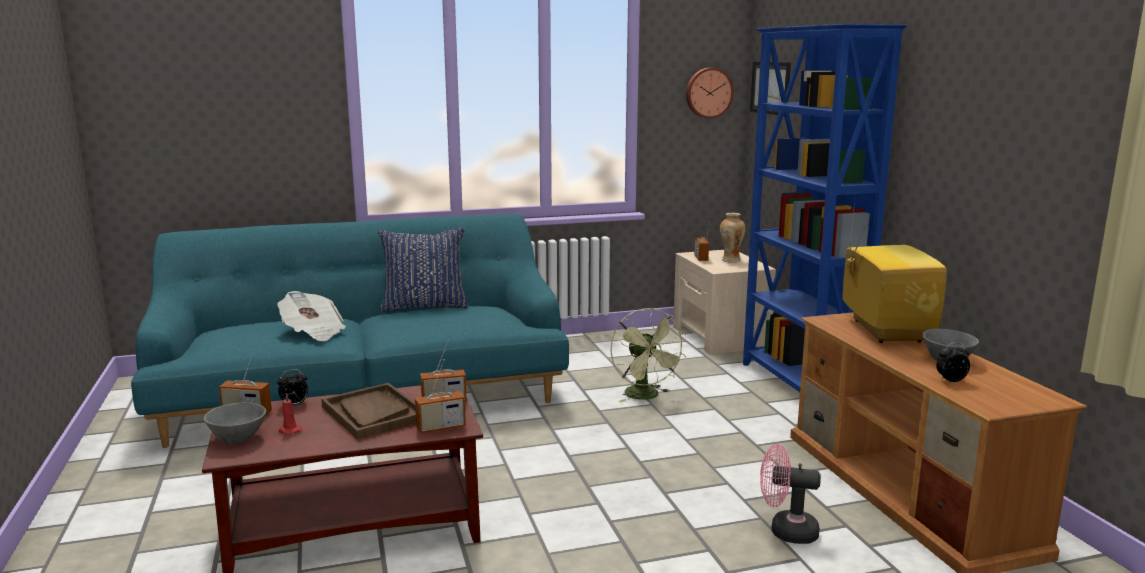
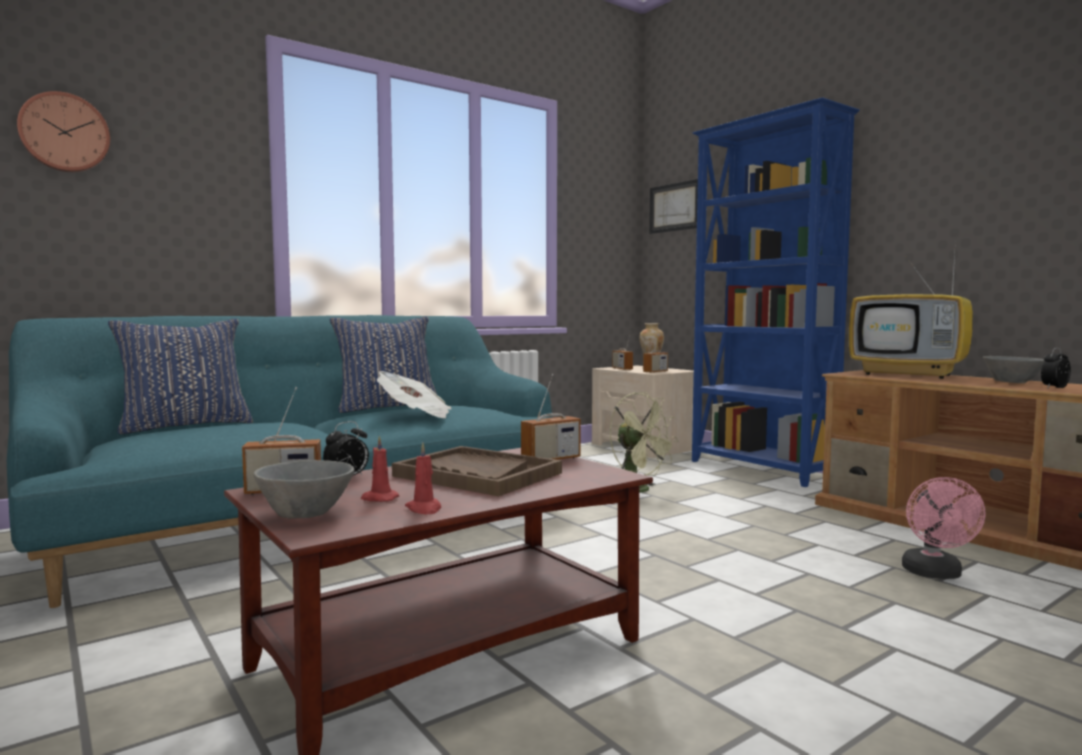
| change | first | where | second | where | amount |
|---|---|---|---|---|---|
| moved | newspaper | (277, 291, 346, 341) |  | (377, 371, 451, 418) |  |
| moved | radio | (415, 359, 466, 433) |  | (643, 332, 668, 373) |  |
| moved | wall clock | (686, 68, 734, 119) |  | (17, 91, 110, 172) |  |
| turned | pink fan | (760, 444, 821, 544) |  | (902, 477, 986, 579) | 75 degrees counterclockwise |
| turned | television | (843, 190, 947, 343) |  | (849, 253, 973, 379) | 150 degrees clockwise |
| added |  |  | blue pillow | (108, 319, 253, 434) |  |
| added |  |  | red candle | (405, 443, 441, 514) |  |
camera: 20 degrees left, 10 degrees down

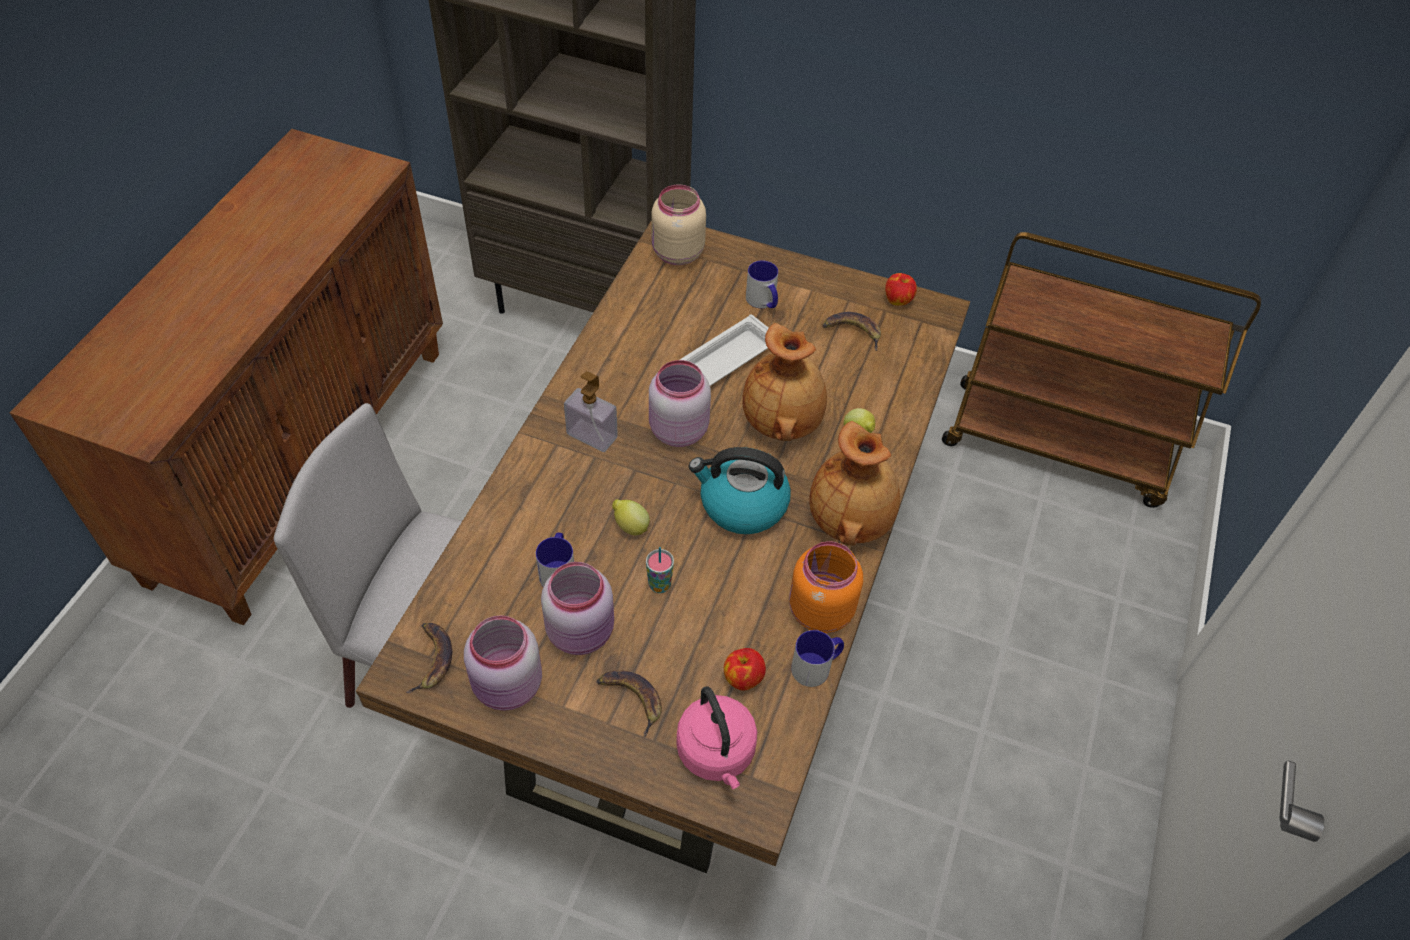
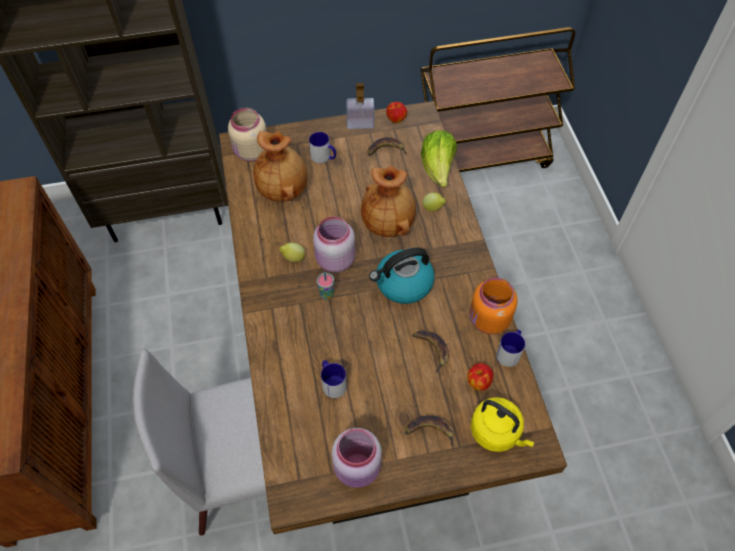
| change | first | where | second | where | amount |
|---|---|---|---|---|---|
| moved | banana | (406, 623, 452, 693) |  | (412, 330, 449, 373) |  |
| removed | pink jar | (541, 562, 614, 655) |  |  |  |
| moved | soap dispenser | (564, 371, 618, 452) |  | (346, 83, 374, 129) |  |
| moved | lemon | (612, 499, 650, 535) |  | (279, 243, 305, 262) |  |
| moved | cup | (646, 547, 674, 593) |  | (317, 272, 334, 300) |  |
| recoloured | pink kettle | (676, 686, 757, 789) | yellow kettle | (471, 397, 534, 452) |  |
| removed | white tray | (680, 315, 768, 386) |  |  |  |
| moved | brown vase | (809, 421, 900, 546) |  | (254, 131, 307, 202) |  |
| added |  |  | lettuce | (421, 130, 457, 187) |  |
camera: 30 degrees left, 5 degrees up

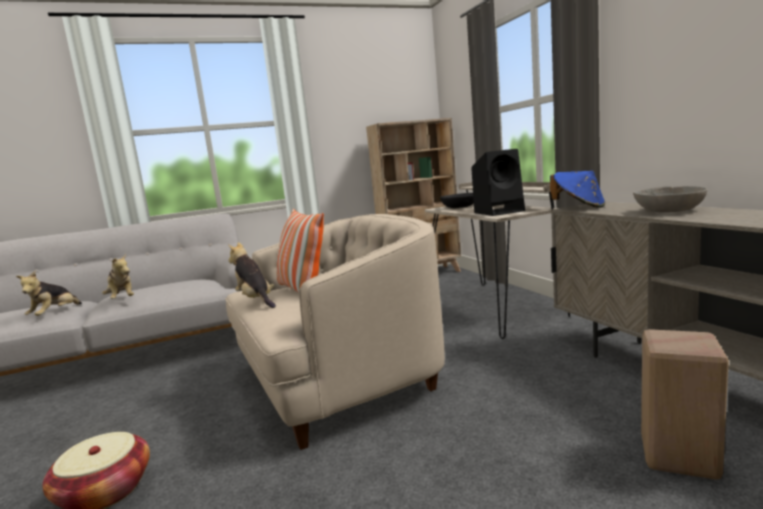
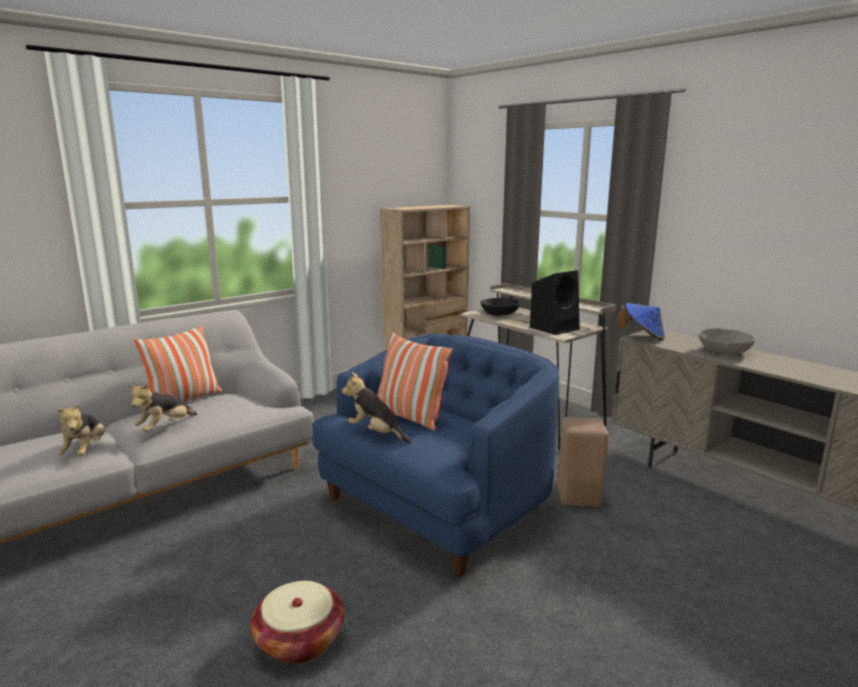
| change | first | where | second | where | amount |
|---|---|---|---|---|---|
| turned | plush toy | (102, 254, 134, 299) |  | (128, 383, 197, 432) | 90 degrees clockwise |
| recoloured | beige armchair | (225, 214, 445, 450) | blue armchair | (312, 334, 559, 577) |  |
| moved | beige stool | (641, 329, 729, 480) |  | (558, 417, 609, 507) |  |
| added |  |  | pillow | (134, 326, 222, 402) |  |
camera: 20 degrees left, 5 degrees up

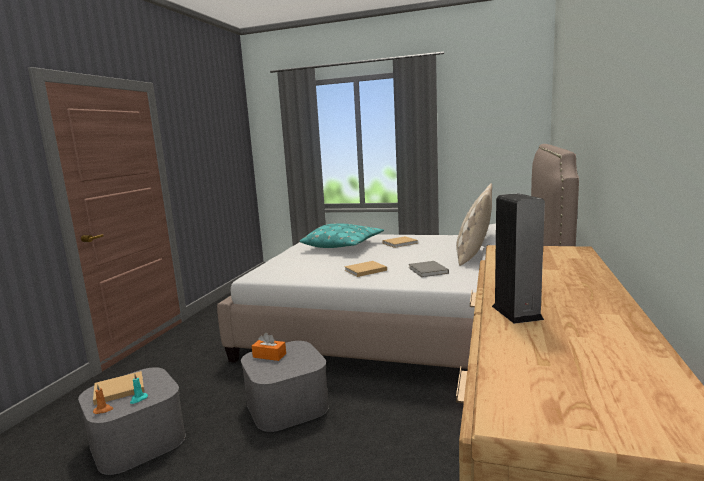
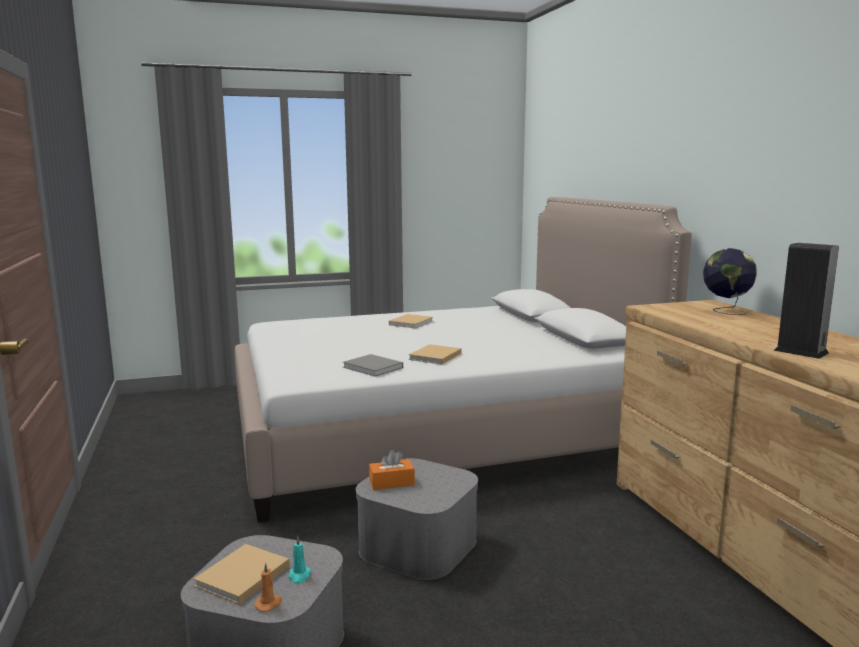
| change | first | where | second | where | amount |
|---|---|---|---|---|---|
| removed | turquoise pillow | (300, 224, 384, 248) |  |  |  |
| moved | grey book | (409, 261, 449, 277) |  | (343, 354, 403, 377) |  |
| removed | beige pillow | (456, 183, 492, 266) |  |  |  |
| added |  |  | globe | (703, 248, 757, 315) |  |
camera: 35 degrees left, 0 degrees up

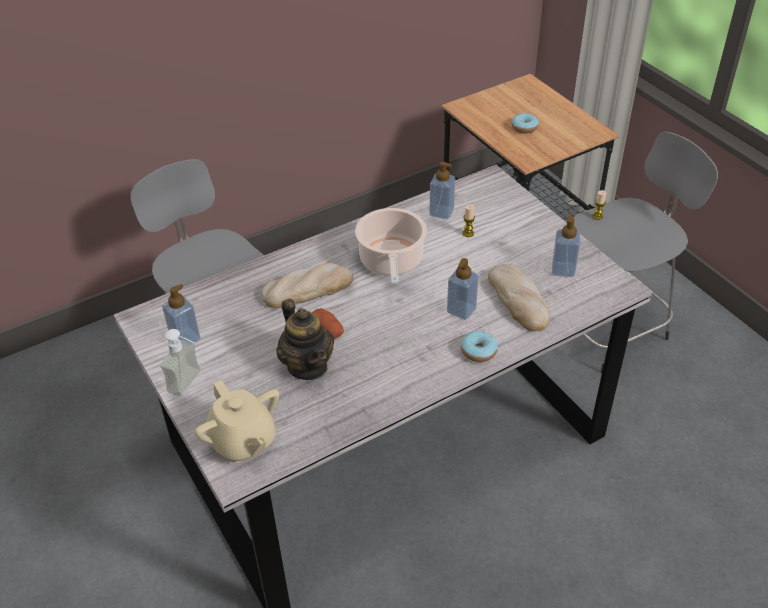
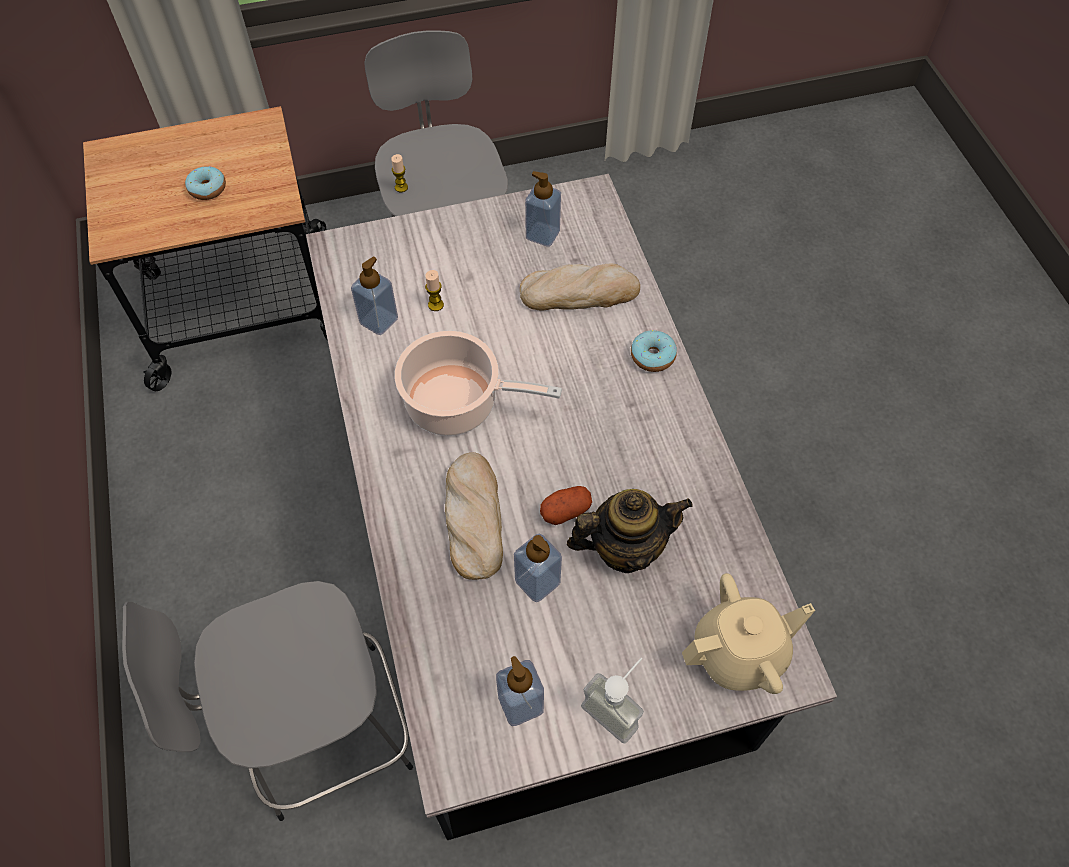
| change | first | where | second | where | amount |
|---|---|---|---|---|---|
| moved | soap dispenser | (447, 258, 479, 320) |  | (514, 534, 562, 602) |  |
camera: 75 degrees left, 15 degrees up

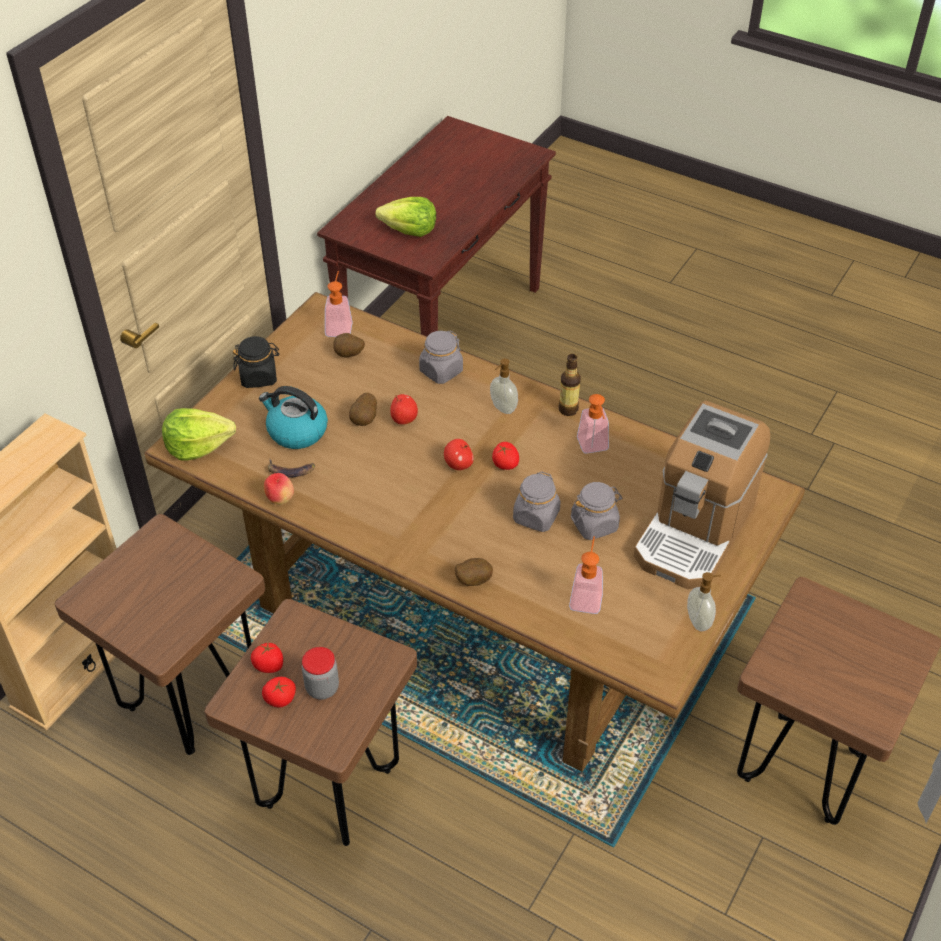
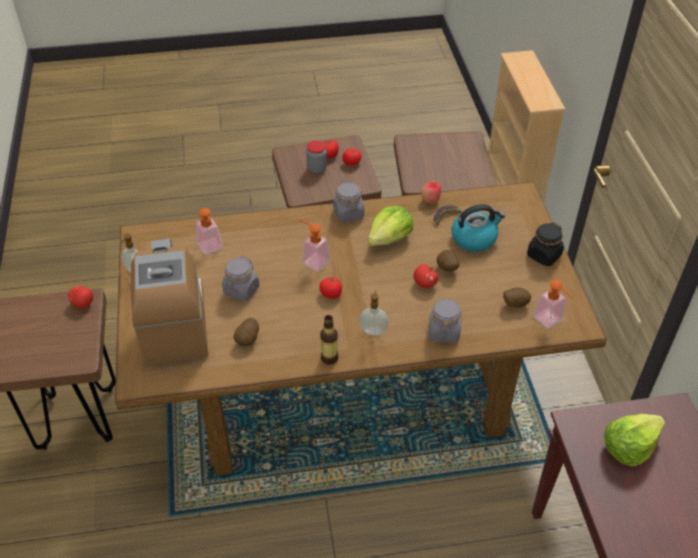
| change | first | where | second | where | amount |
|---|---|---|---|---|---|
| moved | lettuce | (162, 408, 236, 461) |  | (368, 206, 413, 246) |  |
| moved | apple | (444, 439, 474, 470) |  | (68, 286, 93, 308) |  |
| moved | potato | (455, 558, 493, 586) |  | (234, 318, 259, 346) |  |
| moved | grey jar | (513, 471, 561, 532) |  | (333, 182, 364, 222) |  |
| moved | soap dispenser | (577, 394, 609, 453) |  | (299, 220, 330, 271) |  |
camera: 140 degrees right, 0 degrees up

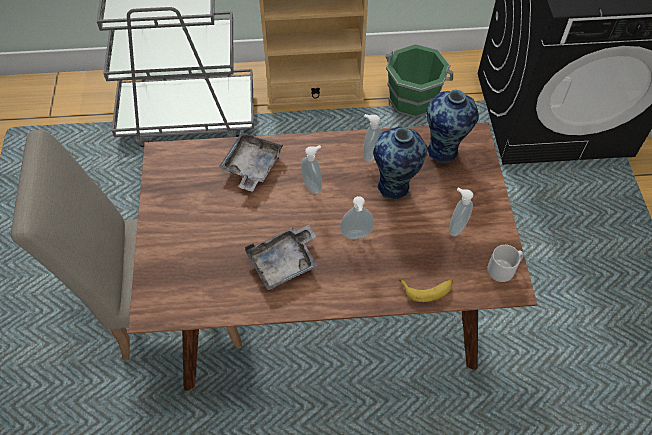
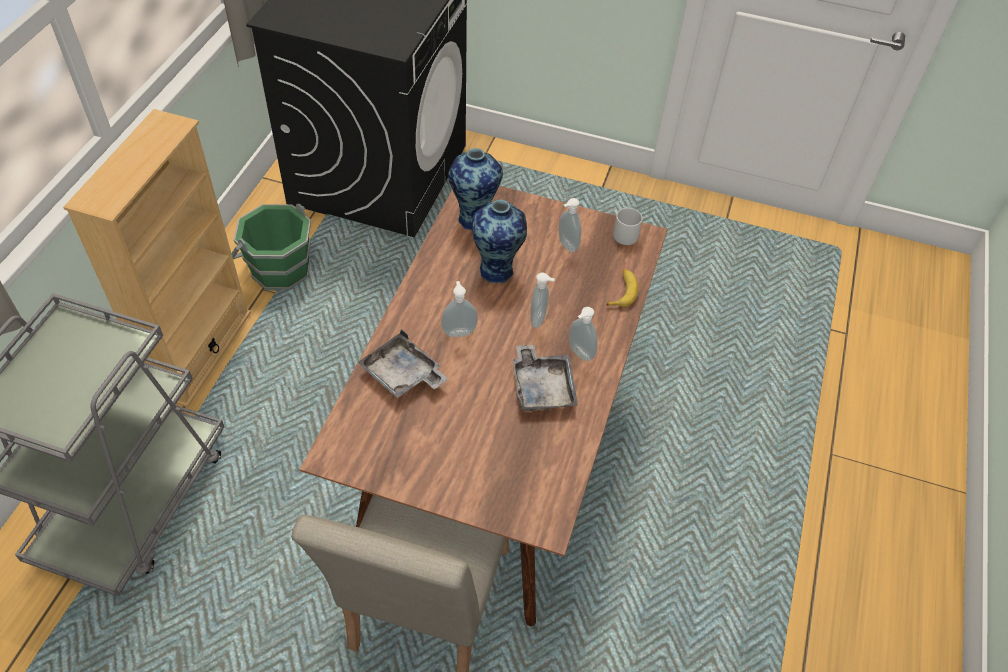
| change | first | where | second | where | amount |
|---|---|---|---|---|---|
| moved | soap dispenser | (363, 114, 382, 163) |  | (569, 307, 598, 361) |  |
camera: 70 degrees left, 5 degrees down

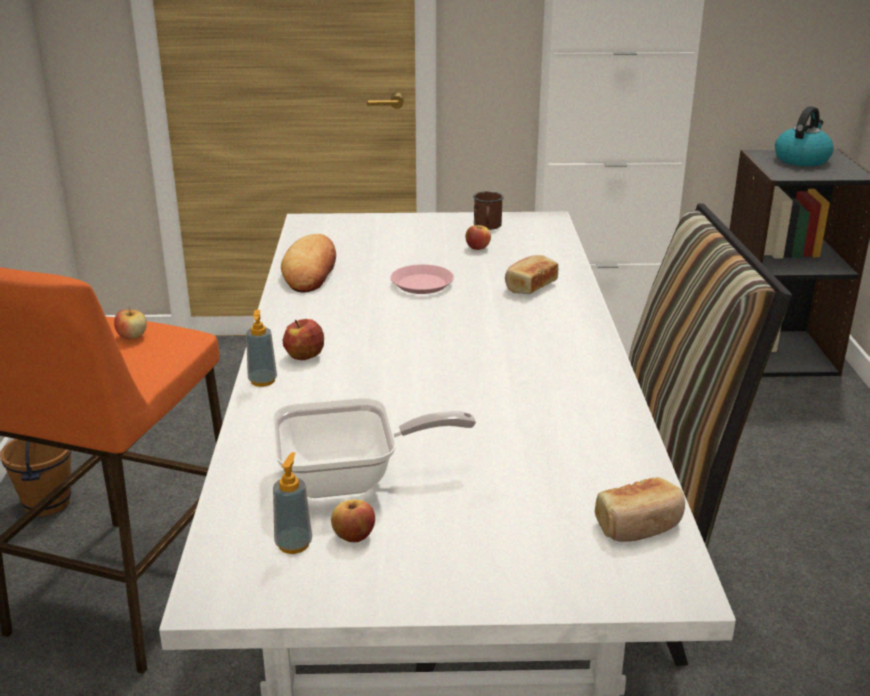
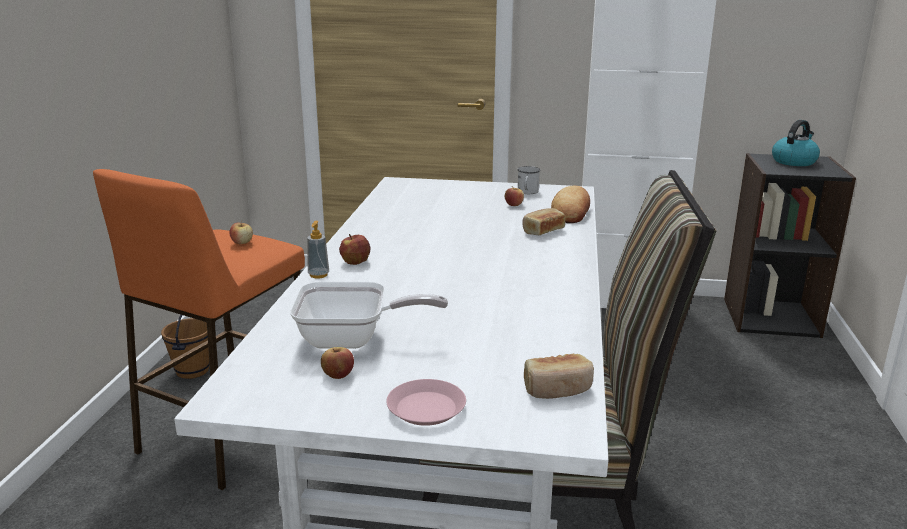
| change | first | where | second | where | amount |
|---|---|---|---|---|---|
| removed | soap dispenser | (273, 452, 312, 554) |  |  |  |
| moved | bread | (281, 234, 336, 292) |  | (551, 186, 590, 223) |  |
| moved | pink plate | (391, 264, 454, 294) |  | (386, 379, 466, 426) |  |
| recoloured | brown mug | (473, 191, 504, 230) | white mug | (517, 166, 541, 194) |  |
camera: 10 degrees right, 5 degrees down

